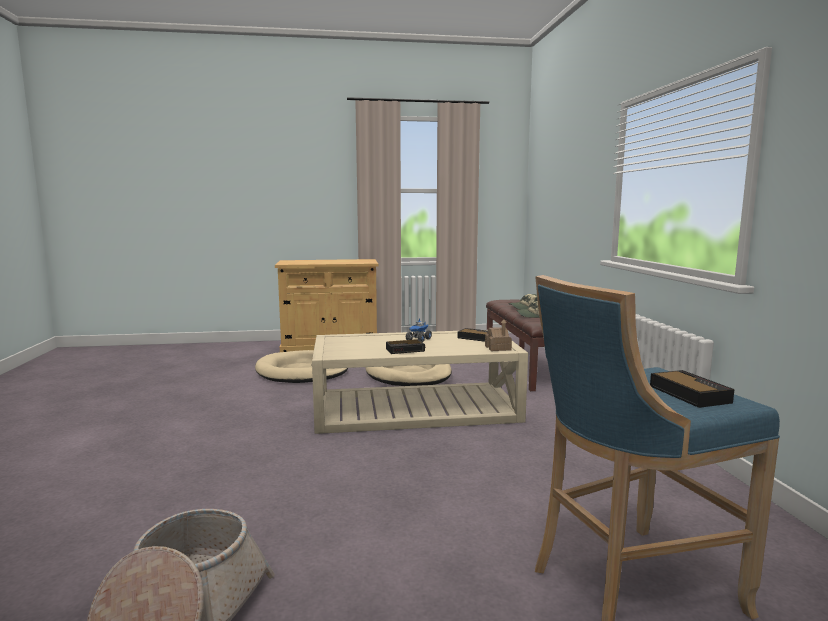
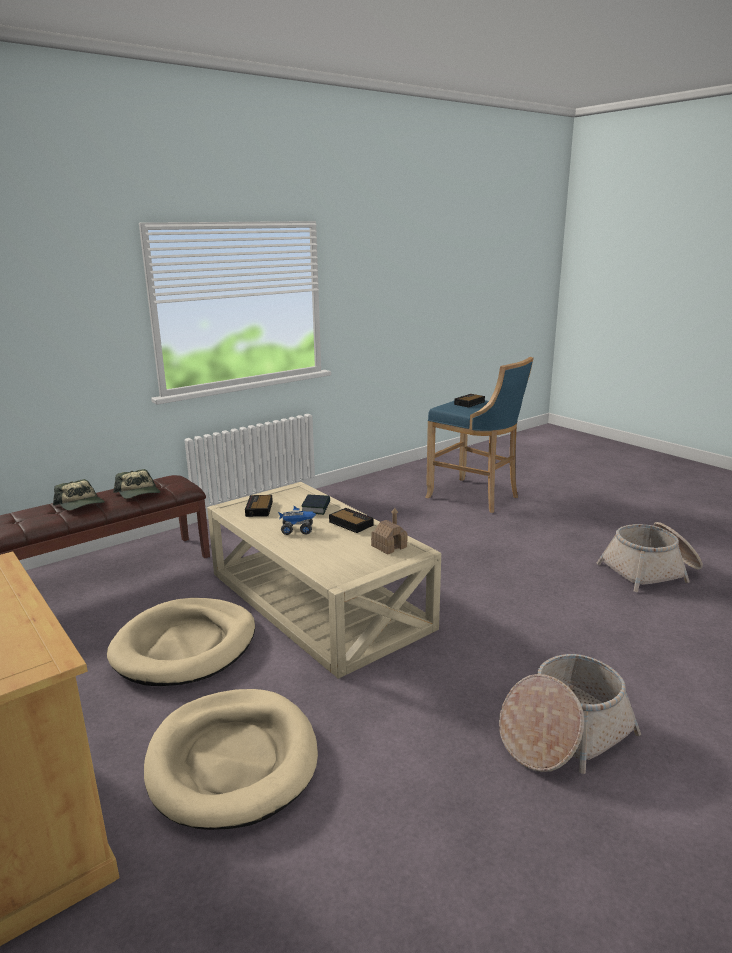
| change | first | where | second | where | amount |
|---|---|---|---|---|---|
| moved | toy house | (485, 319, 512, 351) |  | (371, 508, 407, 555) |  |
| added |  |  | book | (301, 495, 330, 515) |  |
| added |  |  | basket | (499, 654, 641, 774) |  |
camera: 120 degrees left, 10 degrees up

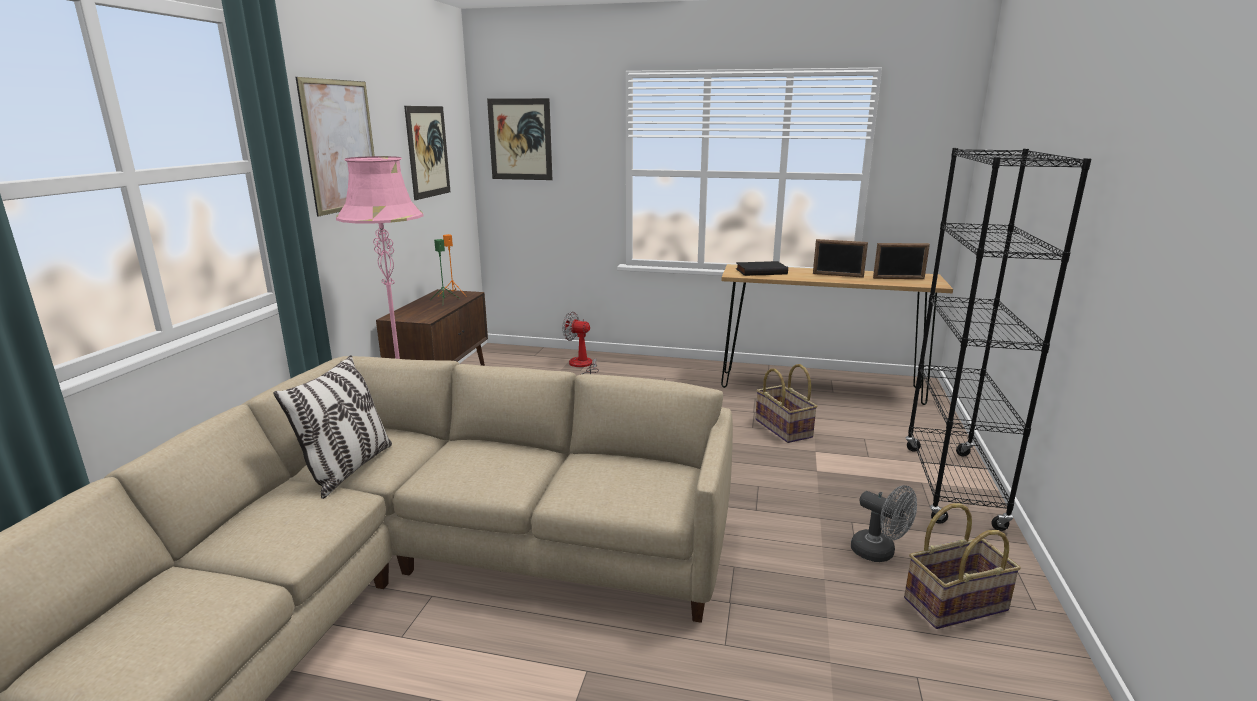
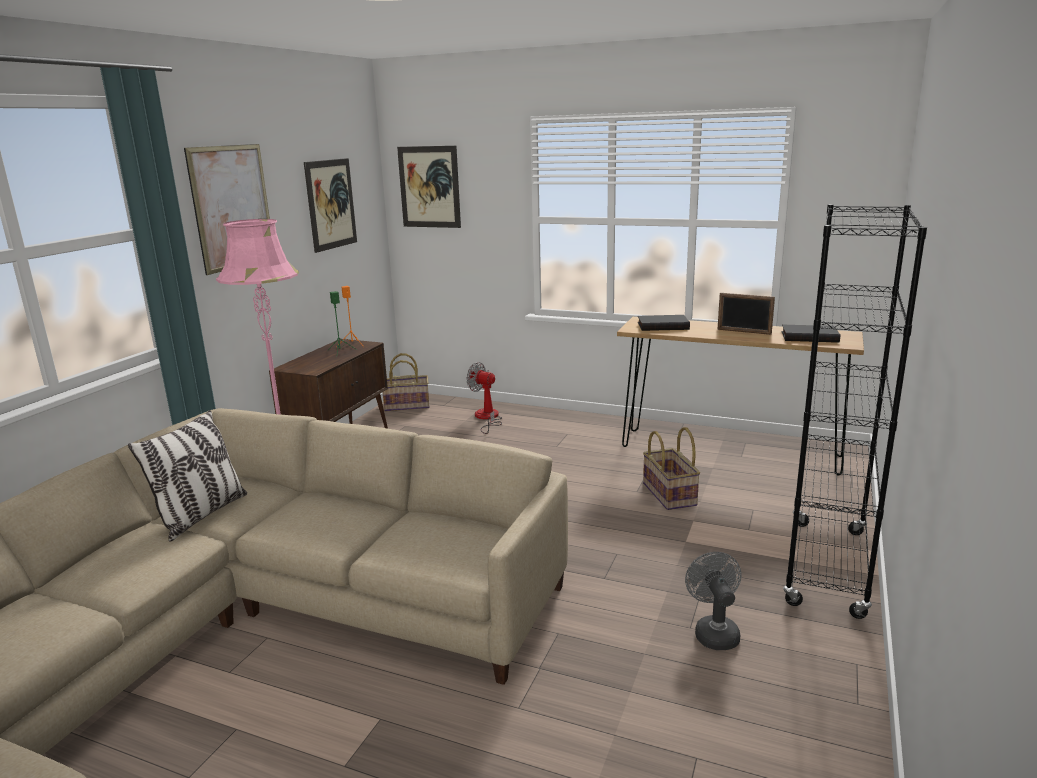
| change | first | where | second | where | amount |
|---|---|---|---|---|---|
| turned | grey fan | (851, 485, 917, 562) |  | (685, 552, 742, 650) | 150 degrees counterclockwise |
| replaced | picture frame | (873, 243, 930, 279) | black book | (781, 324, 841, 343) |  |
| moved | basket | (904, 503, 1021, 629) |  | (383, 353, 429, 411) |  |
camera: 10 degrees right, 0 degrees up

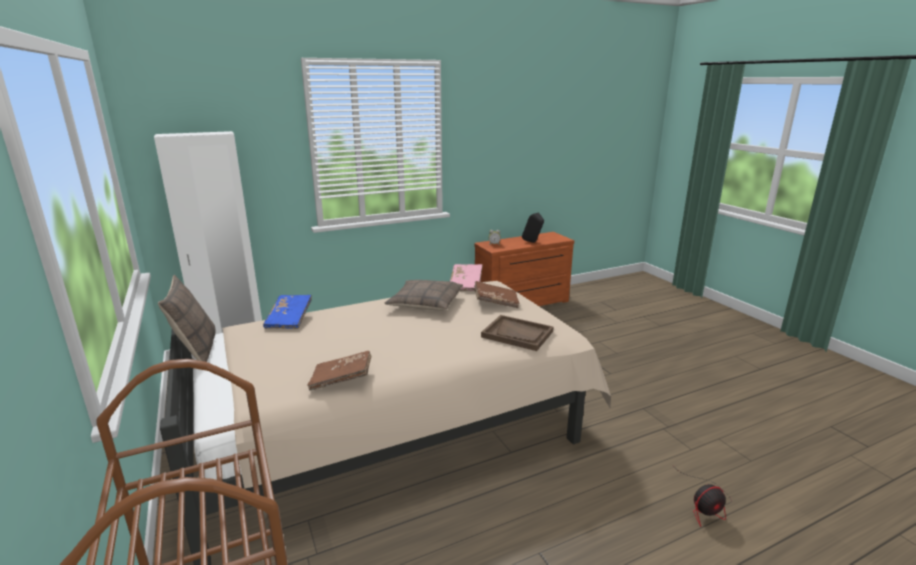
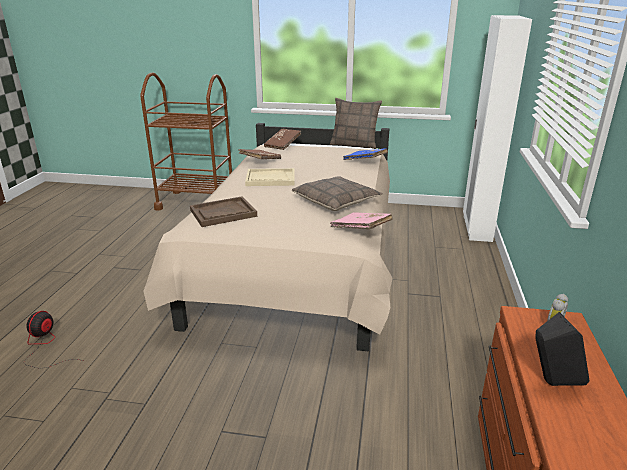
| change | first | where | second | where | amount |
|---|---|---|---|---|---|
| moved | brown book | (474, 281, 519, 308) |  | (264, 129, 301, 150) |  |
| added |  |  | beige tray | (245, 168, 295, 186) |  |
camera: 125 degrees right, 5 degrees up

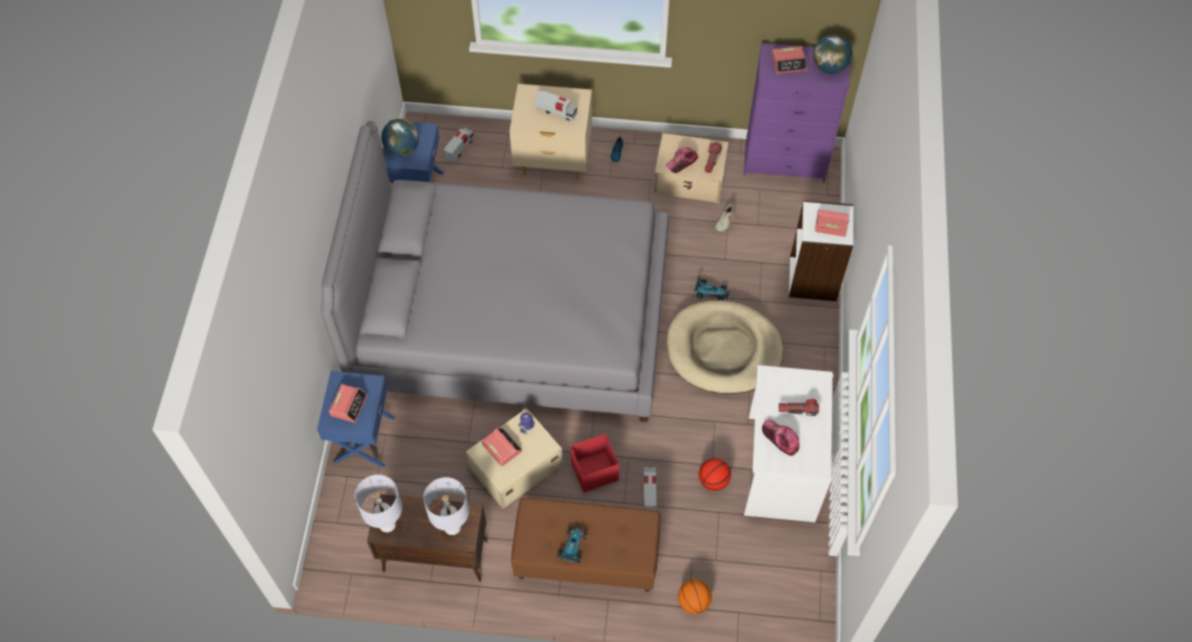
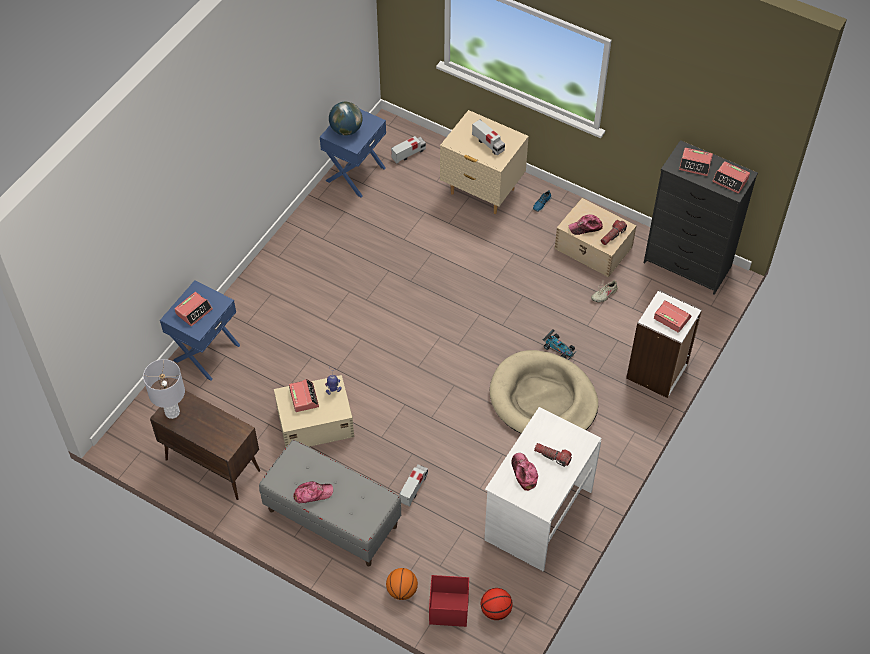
| change | first | where | second | where | amount |
|---|---|---|---|---|---|
| removed | grey bed | (320, 121, 669, 422) |  |  |  |
| removed | grey table lamp | (423, 477, 469, 535) |  |  |  |
| recoloured | brown bench | (511, 498, 660, 592) | grey bench | (259, 440, 401, 566) |  |
| replaced | toy car | (557, 525, 587, 563) | cap | (293, 481, 333, 503) |  |
| moved | red storage box | (570, 433, 619, 493) |  | (429, 575, 469, 627) |  |
| moved | basketball | (699, 458, 731, 491) |  | (481, 588, 513, 620) |  |
| recoloured | purple dresser | (744, 43, 850, 183) | black dresser | (644, 140, 758, 295) |  |
| replaced | globe | (813, 35, 853, 74) | alarm clock | (712, 161, 750, 194) |  |
camera: 25 degrees right, 5 degrees down

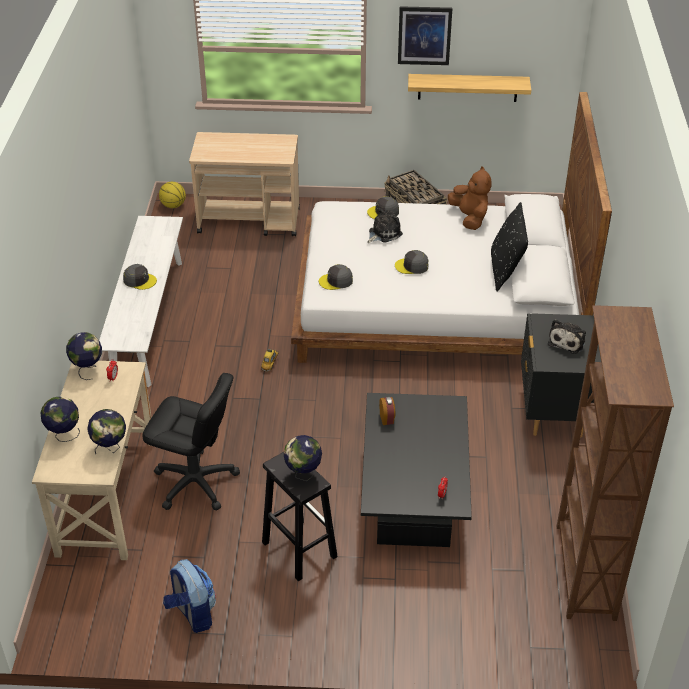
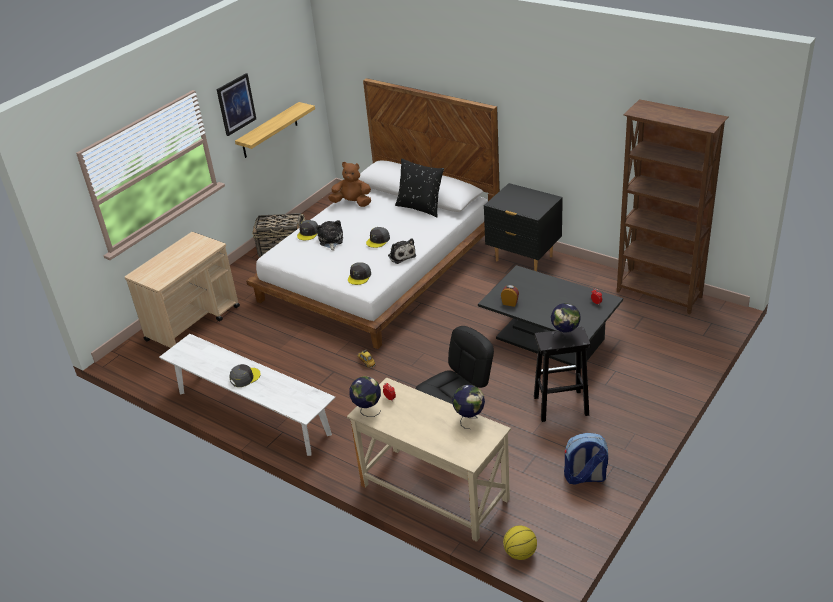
| change | first | where | second | where | amount |
|---|---|---|---|---|---|
| removed | globe | (41, 396, 80, 442) |  |  |  |
| moved | basketball | (159, 182, 186, 208) |  | (503, 526, 537, 560) |  |
| moved | plush toy | (548, 319, 586, 354) |  | (388, 238, 416, 264) |  |
camera: 55 degrees left, 5 degrees down

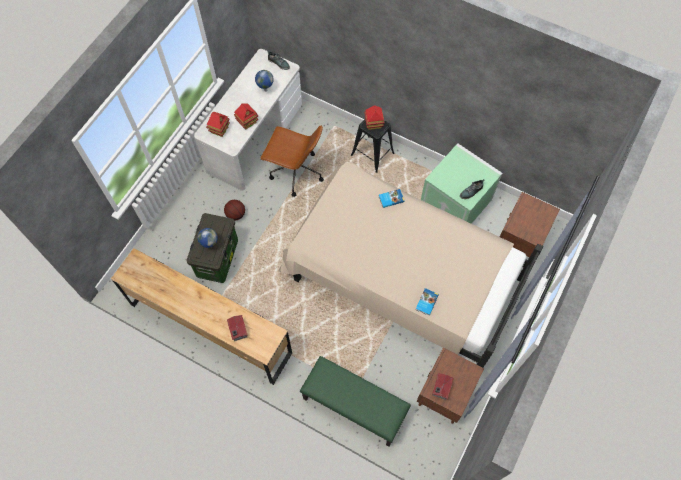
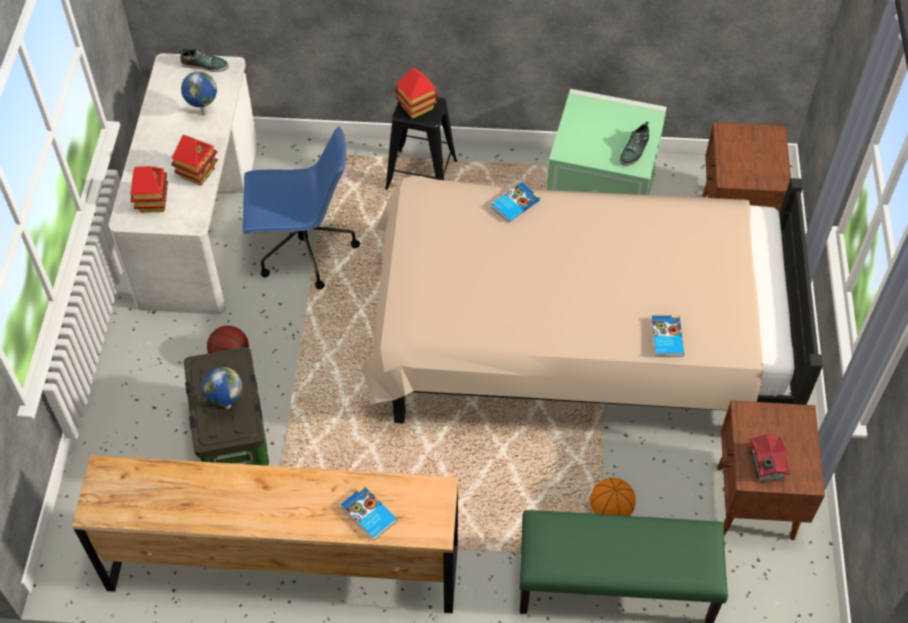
| change | first | where | second | where | amount |
|---|---|---|---|---|---|
| replaced | toy house | (227, 315, 248, 341) | book | (341, 486, 397, 541) |  |
| recoloured | brown office chair | (260, 125, 324, 197) | blue office chair | (243, 127, 360, 289) |  |
| added |  |  | basketball | (591, 478, 636, 516) |  |
camera: 25 degrees left, 10 degrees down

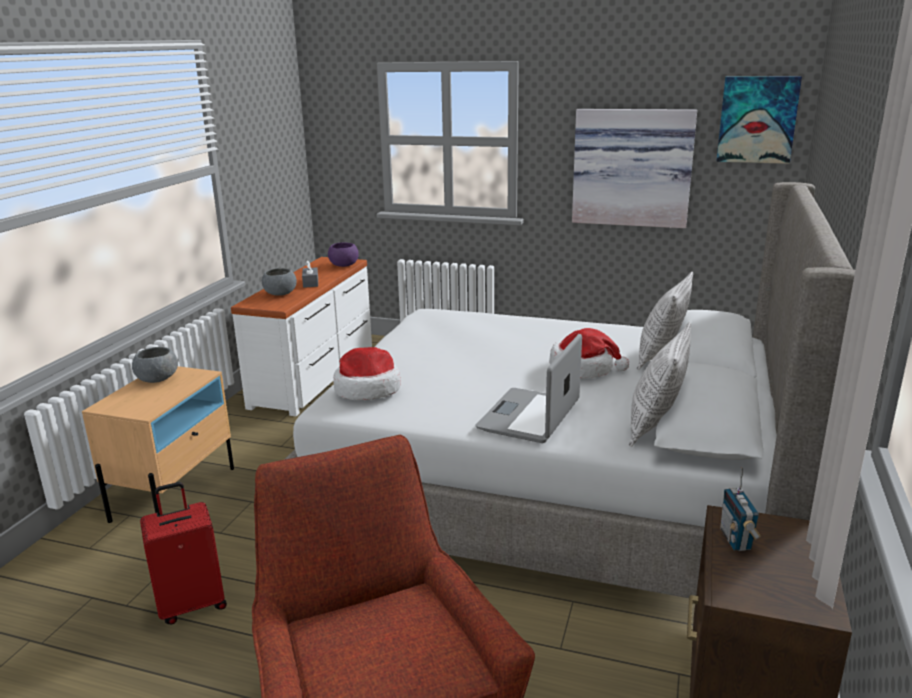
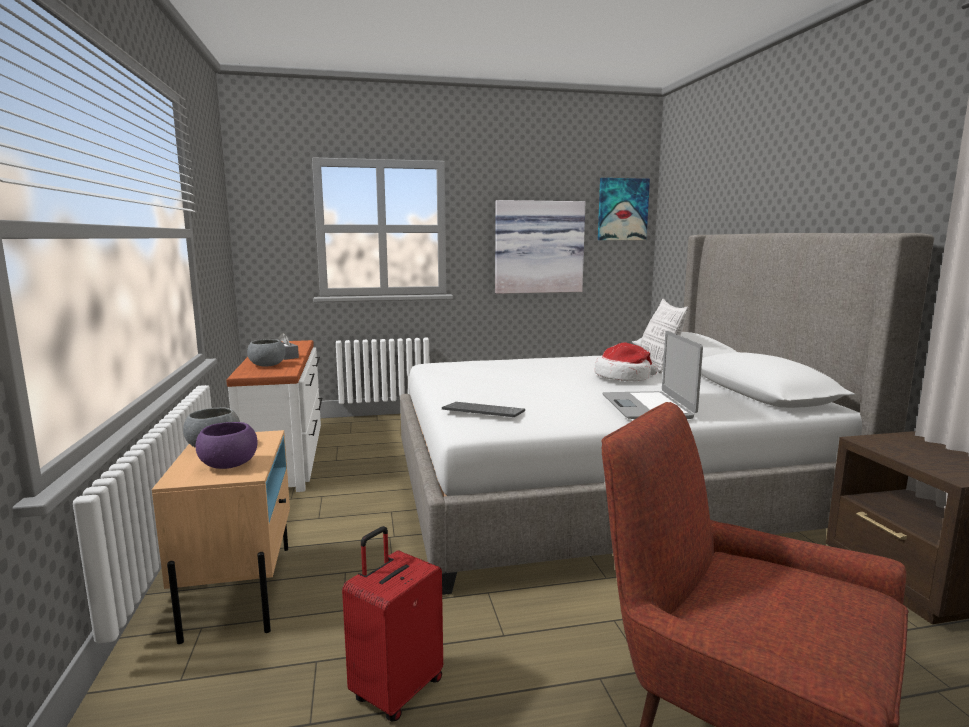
| change | first | where | second | where | amount |
|---|---|---|---|---|---|
| moved | purple bowl | (328, 243, 359, 267) |  | (196, 422, 258, 469) |  |
| replaced | hat | (333, 347, 401, 400) | keyboard | (442, 402, 525, 417) |  |
| removed | pillow | (629, 322, 691, 447) |  |  |  |
| removed | radio | (720, 467, 761, 551) |  |  |  |
camera: 30 degrees left, 10 degrees down

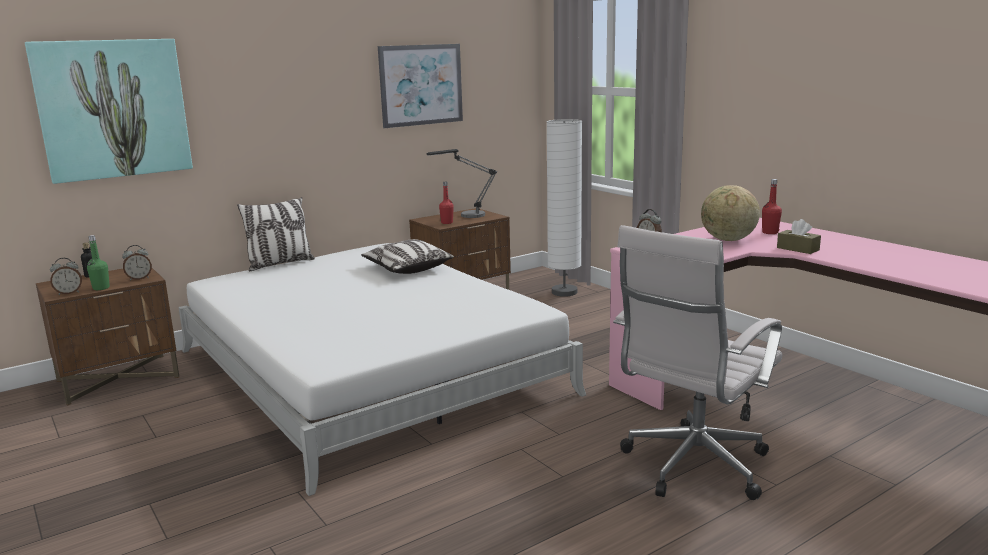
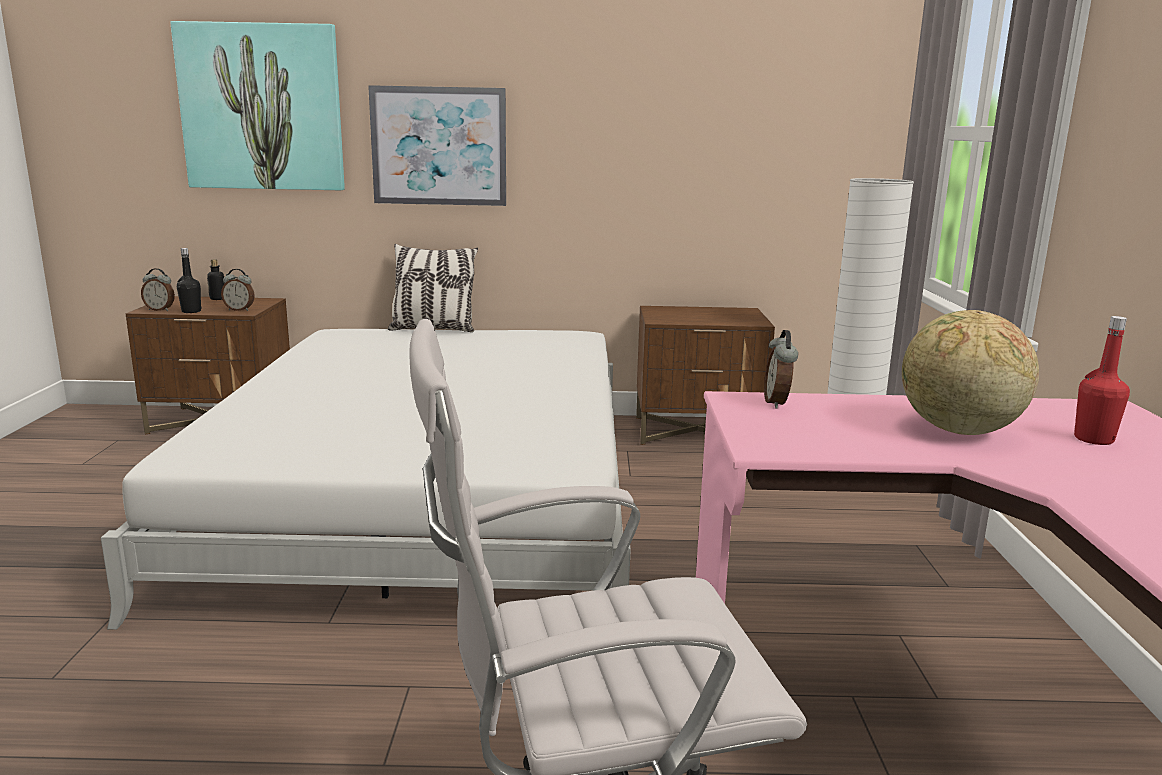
| change | first | where | second | where | amount |
|---|---|---|---|---|---|
| recoloured | green bottle | (87, 235, 110, 290) | black bottle | (177, 248, 202, 313) |  |
| removed | pillow | (361, 239, 454, 274) |  |  |  |
| moved | picture | (378, 44, 463, 128) |  | (368, 85, 506, 206) |  |
| removed | table lamp | (427, 149, 497, 218) |  |  |  |
| removed | red bottle | (439, 182, 454, 224) |  |  |  |
| removed | brown tissue box | (777, 219, 821, 254) |  |  |  |
camera: 35 degrees right, 0 degrees up

